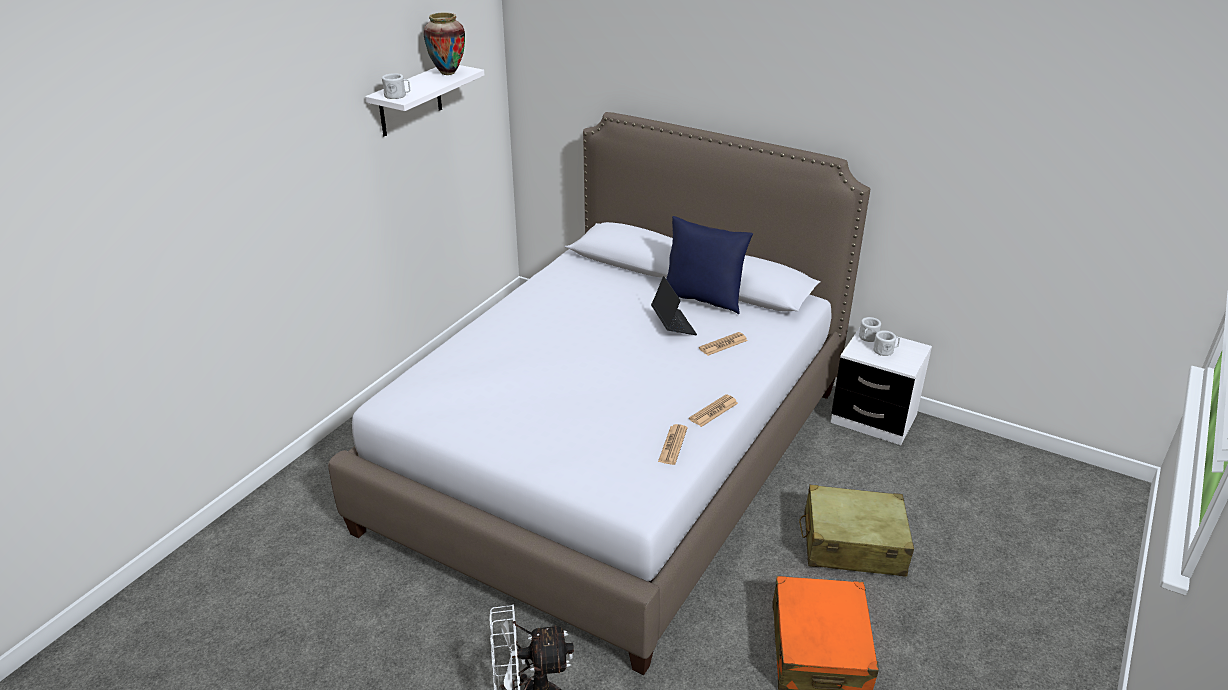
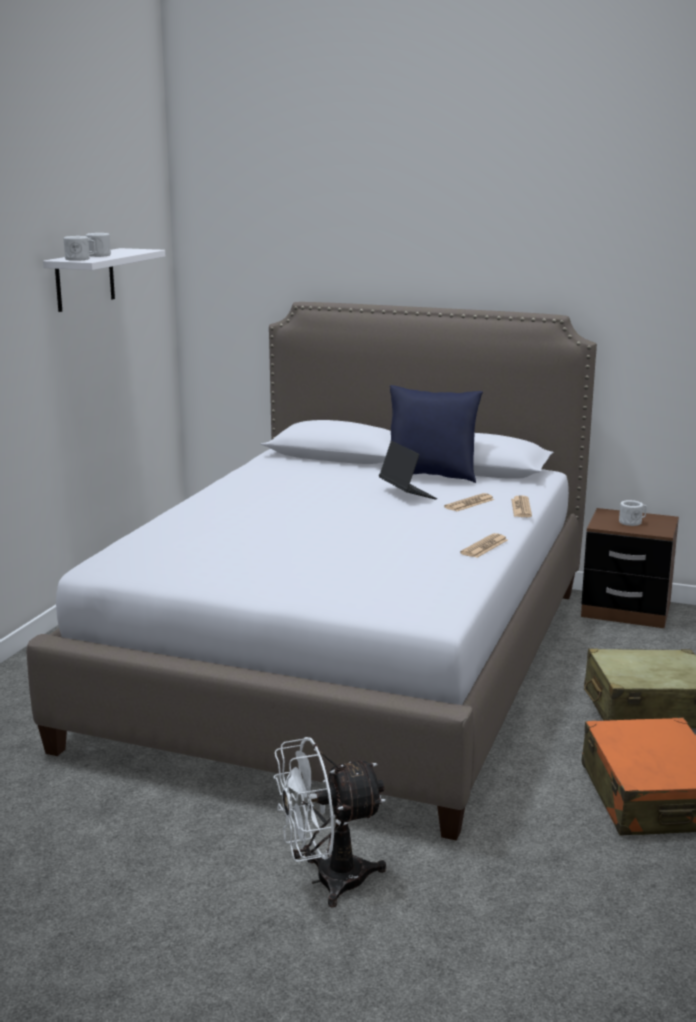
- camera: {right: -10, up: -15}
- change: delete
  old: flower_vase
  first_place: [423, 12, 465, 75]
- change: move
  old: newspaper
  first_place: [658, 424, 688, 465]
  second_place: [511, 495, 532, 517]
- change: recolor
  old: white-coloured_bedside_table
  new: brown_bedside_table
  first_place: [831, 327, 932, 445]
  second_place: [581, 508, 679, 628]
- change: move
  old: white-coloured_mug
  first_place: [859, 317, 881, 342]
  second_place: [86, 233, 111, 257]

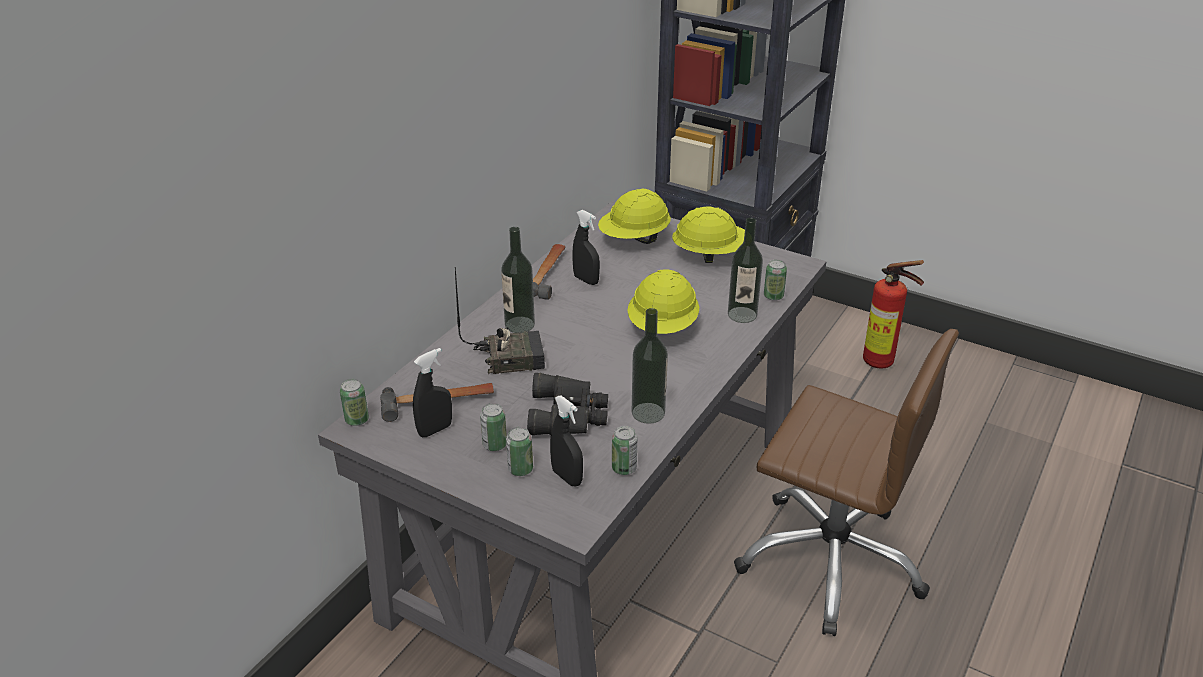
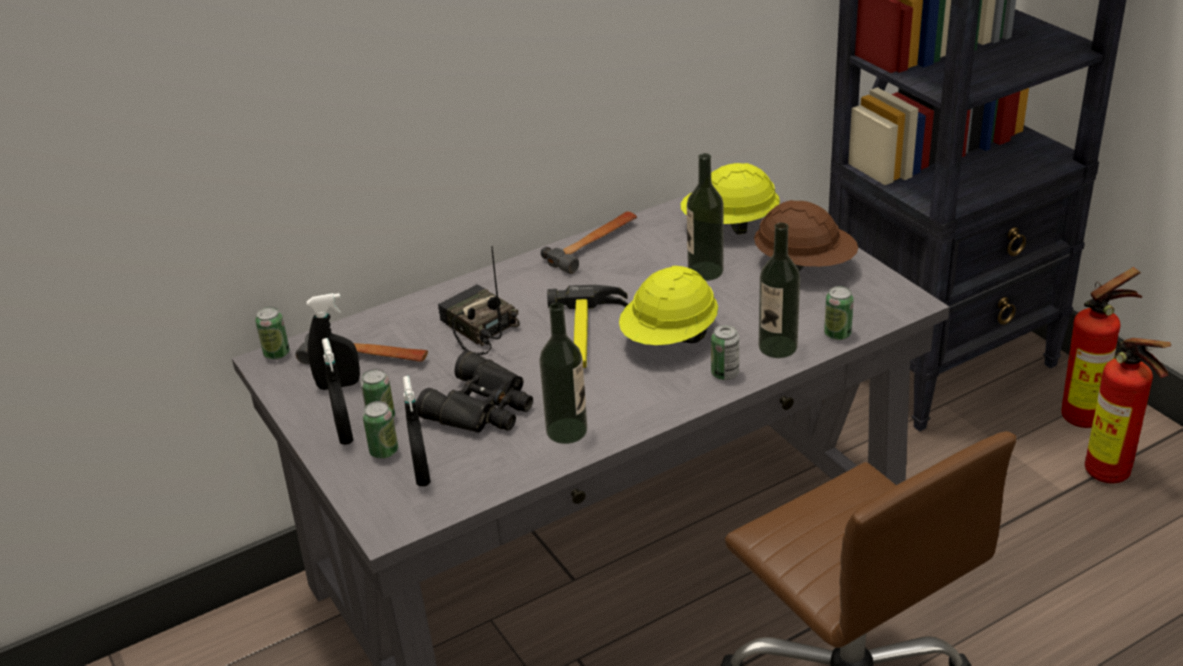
- camera: {right: 30, up: 0}
- change: rotate
  old: radio_set
  first_place: [455, 267, 545, 374]
  second_place: [438, 246, 520, 355]
  degrees: -150
- change: move
  old: drink_bottle
  first_place: [501, 227, 535, 333]
  second_place: [687, 153, 723, 281]
- change: move
  old: black_spray_bottle
  first_place: [572, 210, 600, 285]
  second_place: [322, 338, 353, 445]
- change: move
  old: can
  first_place: [612, 426, 638, 475]
  second_place: [711, 325, 739, 380]
- change: recolor
  old: yellow-coloured_hard_hat
  new: brown_hard_hat
  first_place: [672, 206, 745, 263]
  second_place: [754, 200, 858, 271]
- change: insert
  new: hammer
  second_place: [547, 285, 628, 368]
- change: insert
  new: extinguisher
  second_place: [1061, 267, 1142, 428]

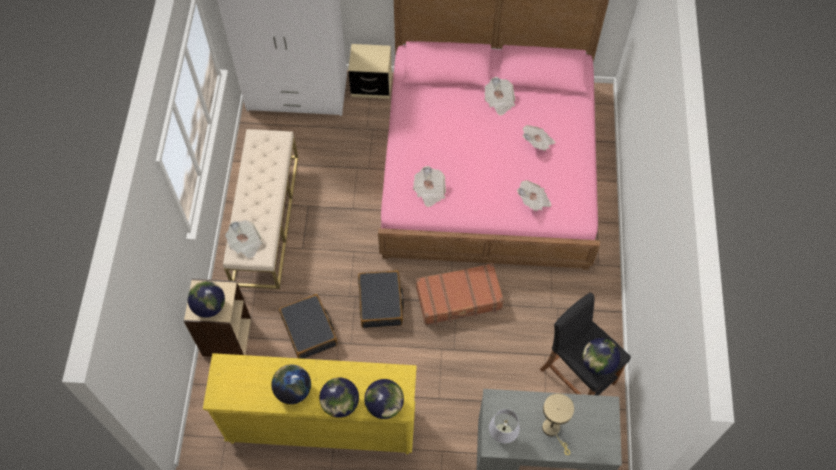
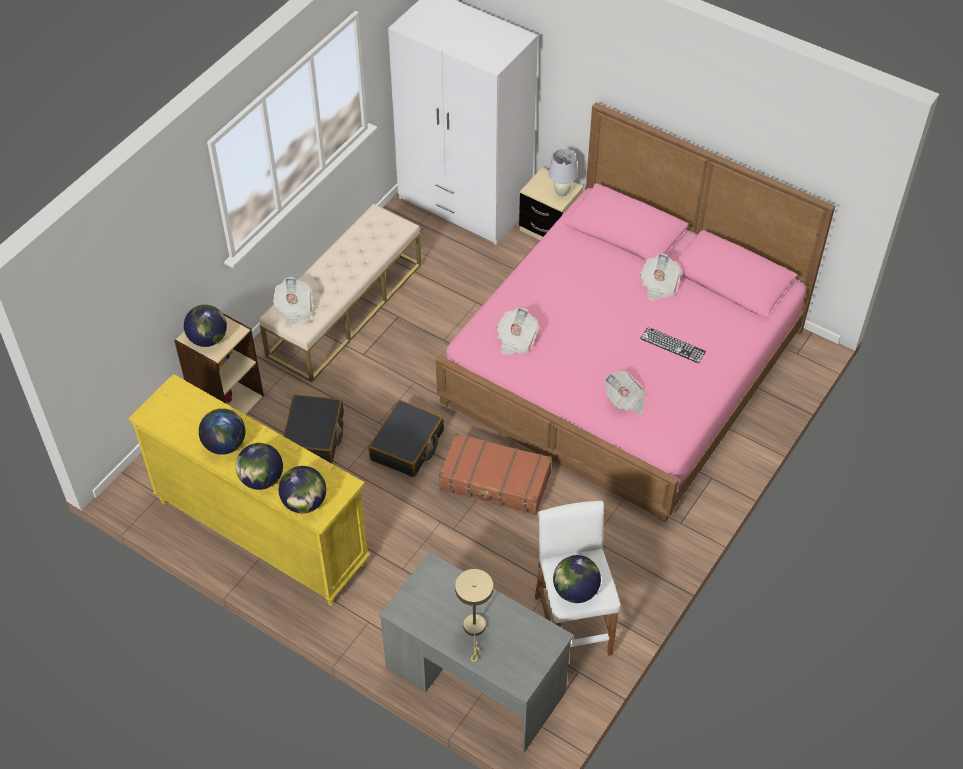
- camera: {right: 30, up: -10}
- change: move
  old: white-coloured_table_lamp
  first_place: [489, 409, 520, 443]
  second_place: [548, 149, 578, 197]
- change: replace
  old: newspaper
  new: PC_keyboard
  first_place: [522, 125, 555, 151]
  second_place: [640, 327, 706, 363]
- change: recolor
  old: black_stool
  new: white-coloured_stool
  first_place: [540, 292, 631, 395]
  second_place: [535, 501, 620, 656]

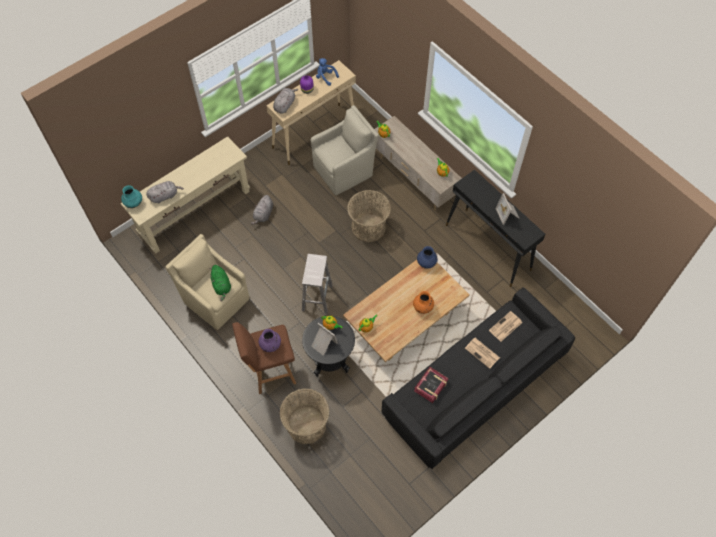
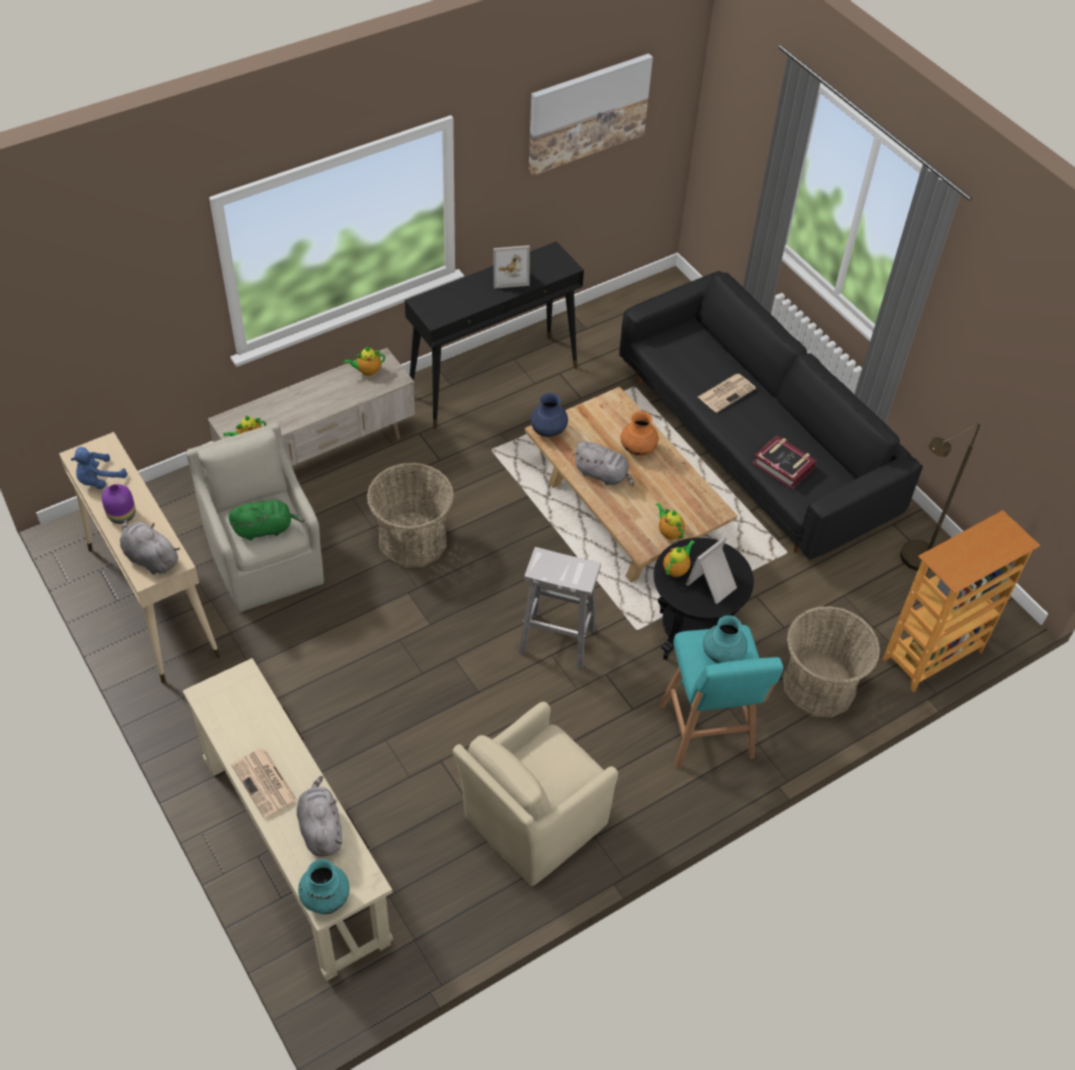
- camera: {right: -85, up: -10}
- change: move
  old: green_soft_toy
  first_place: [209, 265, 231, 301]
  second_place: [229, 500, 305, 540]
- change: recolor
  old: brown_stool
  new: turquoise-coloured_stool
  first_place: [232, 322, 296, 394]
  second_place: [659, 625, 783, 768]
- change: move
  old: grey_soft_toy
  first_place: [251, 195, 273, 224]
  second_place: [573, 441, 634, 486]
- change: recolor
  old: purple_flower_vase
  new: turquoise-coloured_flower_vase
  first_place: [259, 329, 281, 352]
  second_place: [703, 615, 748, 663]
- change: move
  old: newspaper
  first_place: [489, 311, 522, 342]
  second_place: [231, 748, 298, 819]
- change: insert
  new: wall_art
  second_place: [528, 53, 653, 176]
- change: insert
  new: bookcase
  second_place: [883, 510, 1040, 692]
- change: insert
  new: brown_standing_lamp
  second_place: [900, 423, 980, 571]

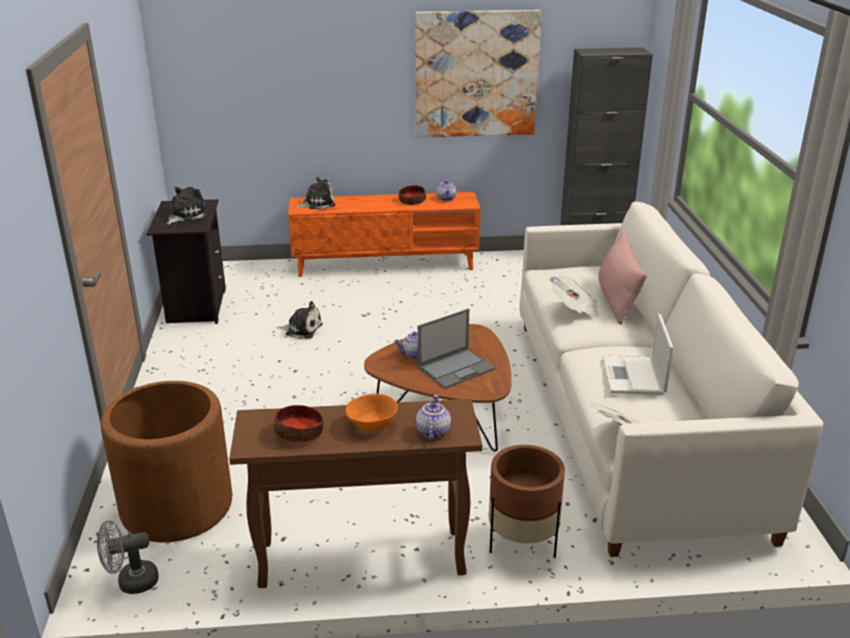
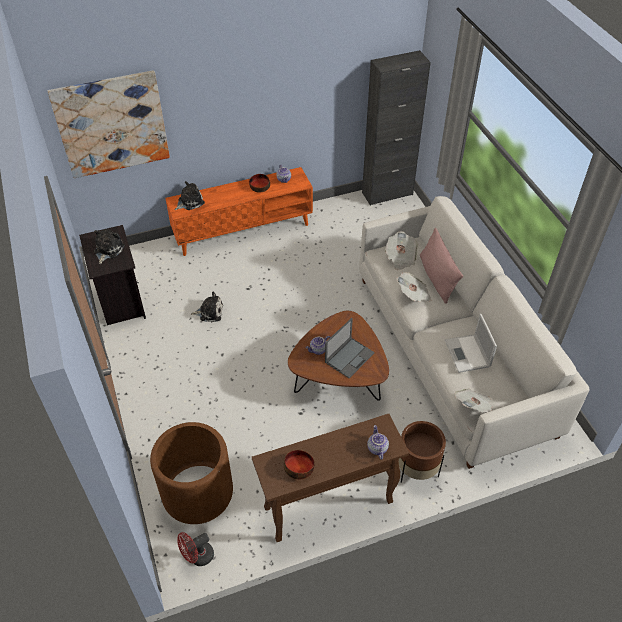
- camera: {right: -15, up: 20}
- change: recolor
  old: grey_electric_fan
  new: red-coloured_electric_fan
  first_place: [97, 520, 159, 594]
  second_place: [178, 532, 214, 566]
- change: delete
  old: orange_deep_dish
  first_place: [346, 394, 398, 432]
- change: move
  old: wall_art
  first_place: [415, 10, 542, 137]
  second_place: [47, 70, 170, 178]
- change: insert
  new: newspaper
  second_place: [385, 231, 418, 270]

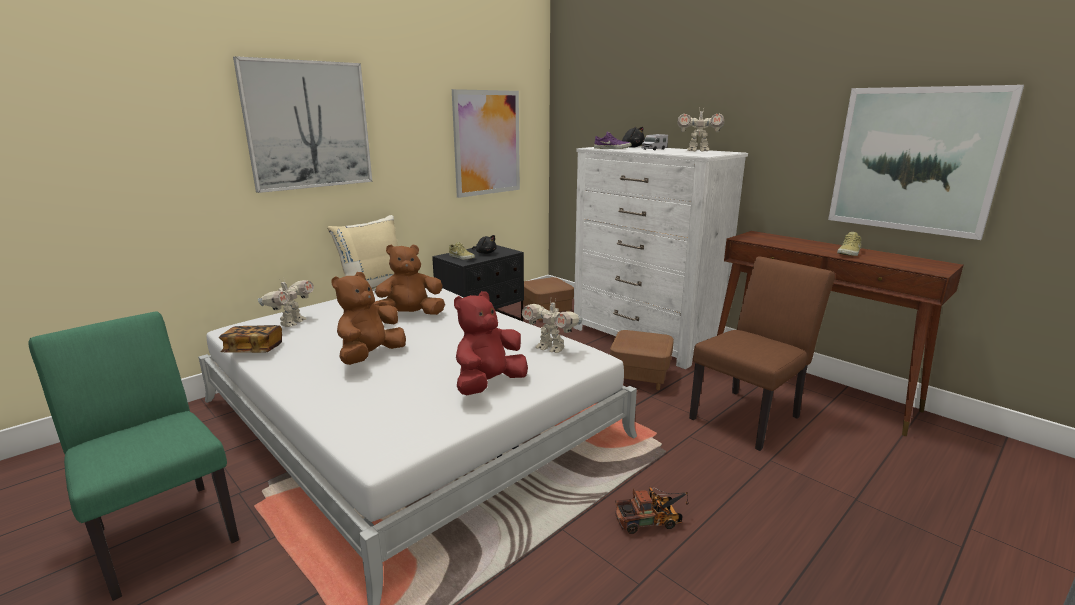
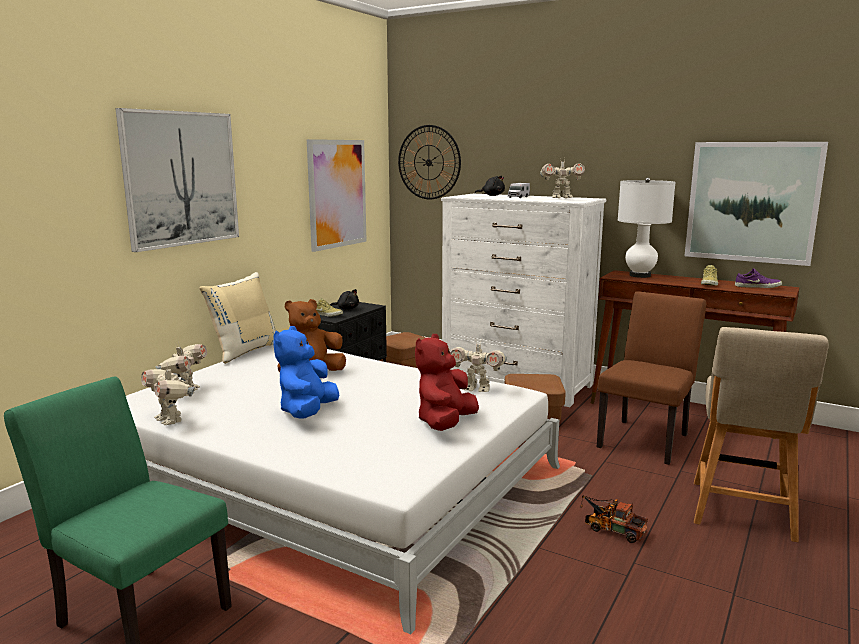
- camera: {right: -15, up: -5}
- change: replace
  old: volume
  new: toy_robot
  first_place: [219, 325, 282, 353]
  second_place: [141, 365, 195, 425]
- change: recolor
  old: brown_soft_toy
  new: blue-coloured_soft_toy
  first_place: [331, 272, 406, 365]
  second_place: [274, 326, 339, 419]
- change: move
  old: purple_low_shoe
  first_place: [594, 132, 632, 149]
  second_place: [735, 268, 782, 288]
- change: rotate
  old: model_truck
  first_place: [615, 487, 689, 534]
  second_place: [580, 495, 648, 543]
  degrees: -120
- change: insert
  new: clock_on_the_wall
  second_place: [398, 125, 461, 199]
- change: insert
  new: white-coloured_table_lamp
  second_place: [618, 178, 676, 278]
- change: insert
  new: beige-coloured_plain_chair
  second_place: [694, 327, 829, 542]

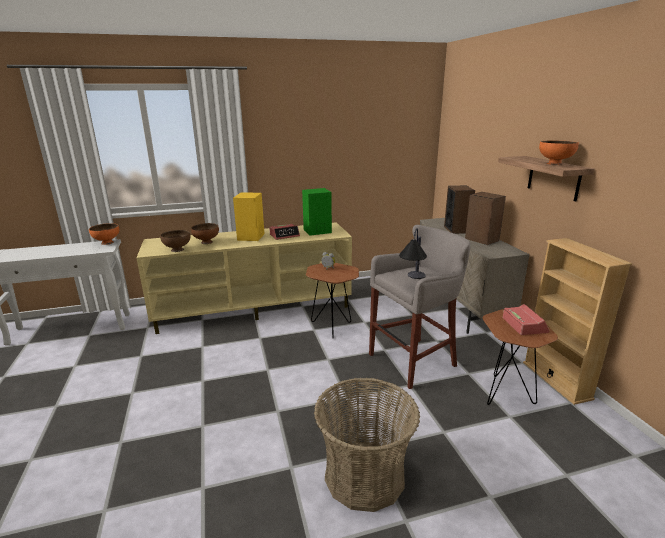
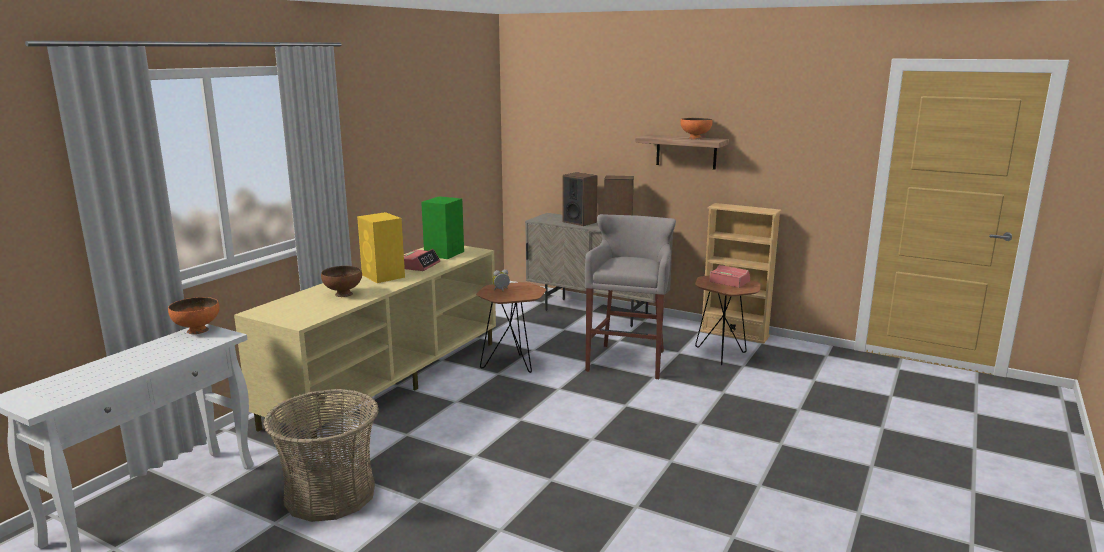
- camera: {right: -45, up: -5}
- change: delete
  old: brown_deep_dish
  first_place: [160, 230, 191, 252]
- change: move
  old: basket
  first_place: [314, 378, 420, 512]
  second_place: [263, 389, 379, 522]
- change: delete
  old: table_lamp
  first_place: [399, 228, 427, 279]

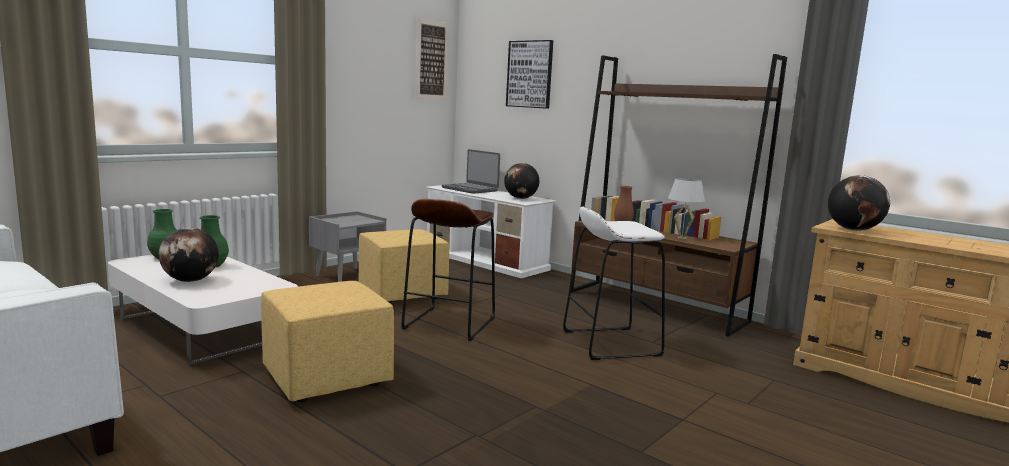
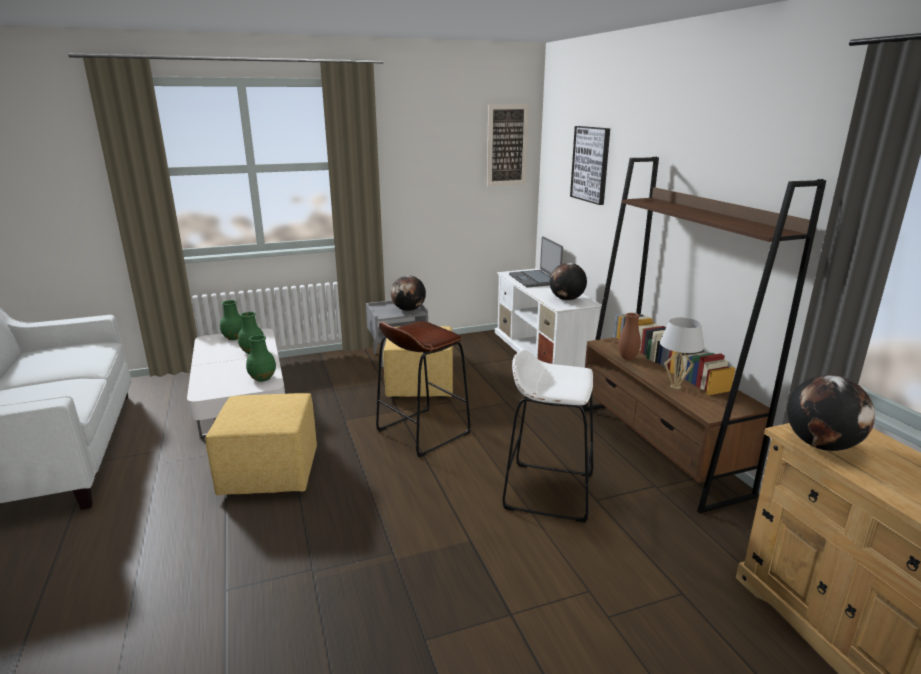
- camera: {right: 30, up: 10}
- change: move
  old: world_globe
  first_place: [159, 227, 219, 282]
  second_place: [391, 275, 426, 311]
- change: insert
  new: green_flower_vase
  second_place: [246, 335, 276, 382]

